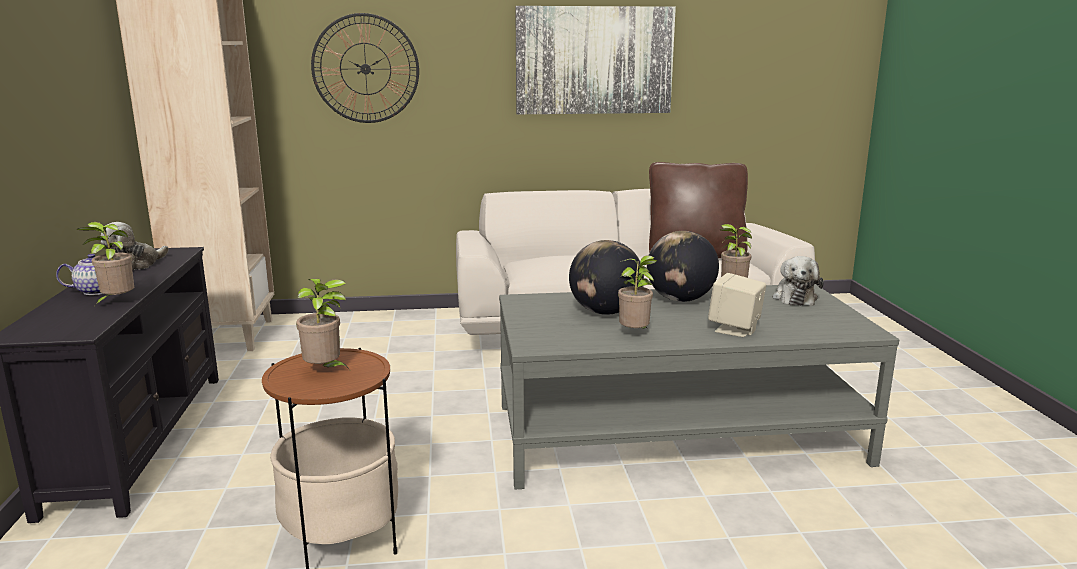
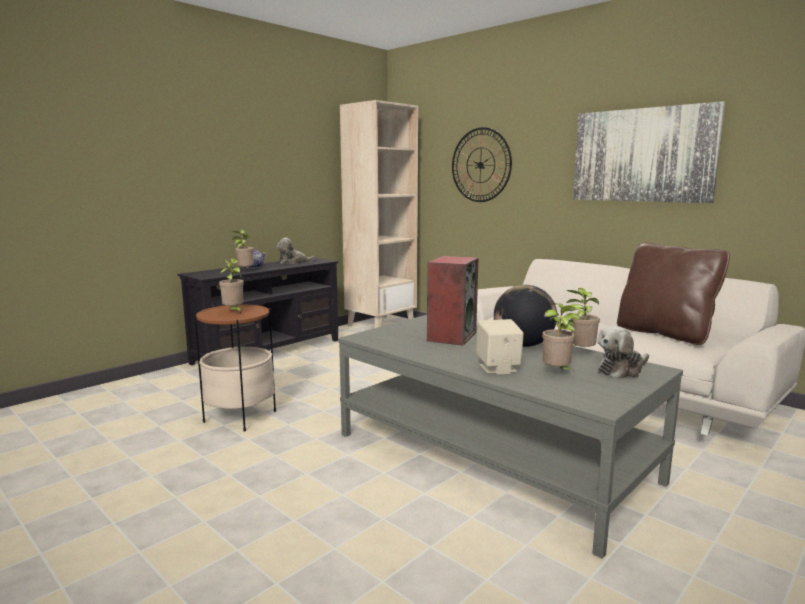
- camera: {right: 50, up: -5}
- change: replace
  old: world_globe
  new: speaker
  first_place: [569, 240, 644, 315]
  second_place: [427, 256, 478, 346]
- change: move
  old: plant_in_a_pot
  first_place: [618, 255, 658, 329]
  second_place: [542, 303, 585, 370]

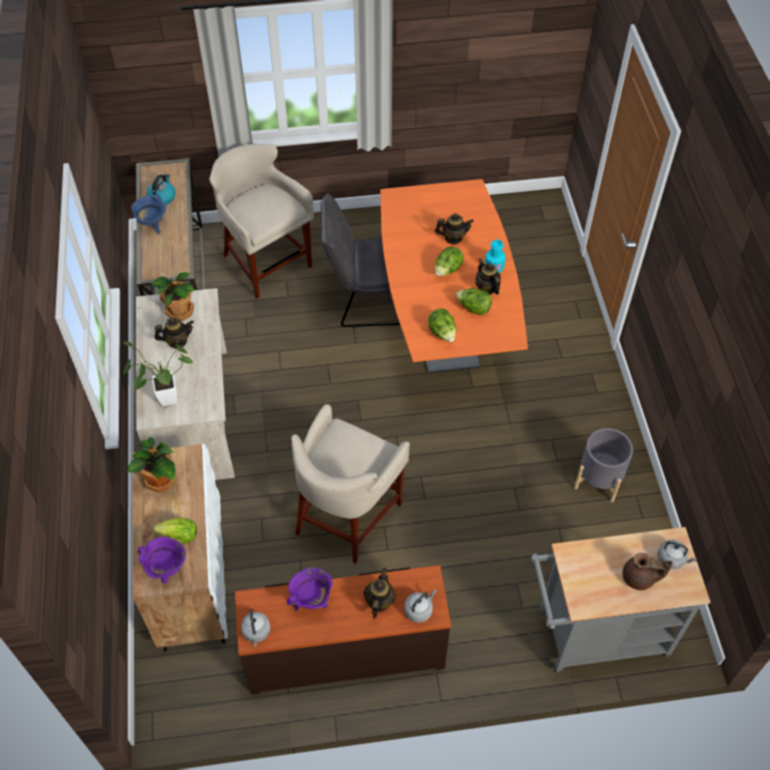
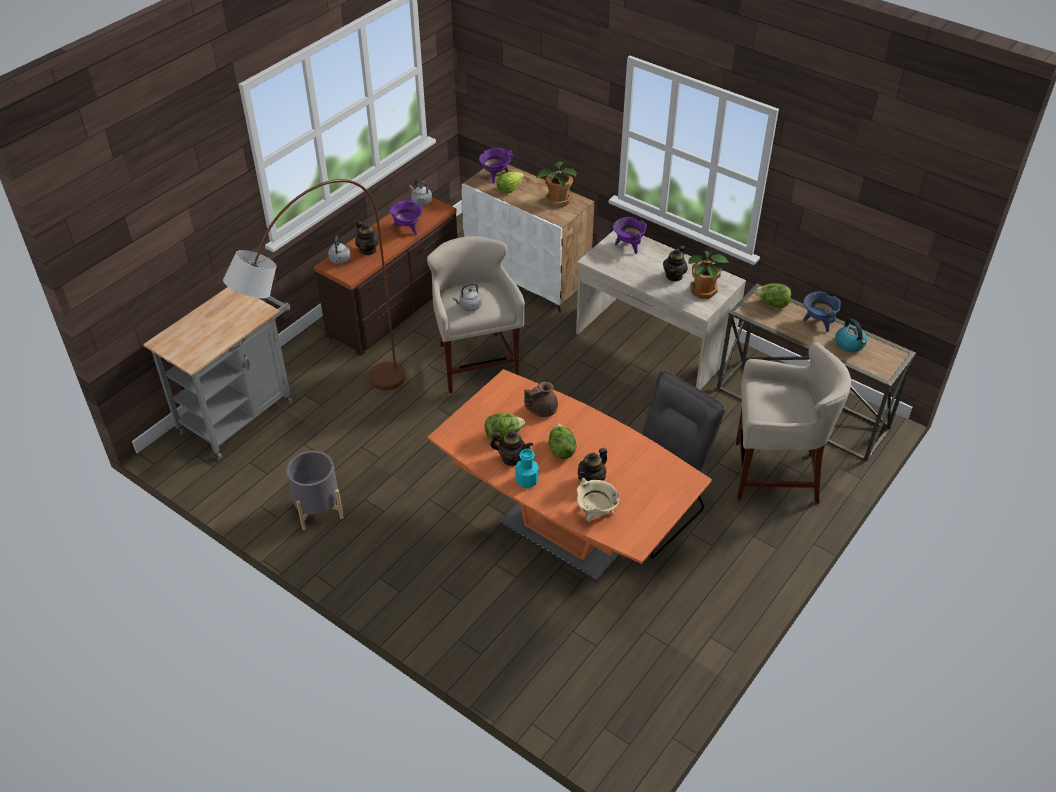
- camera: {right: 135, up: -10}
- change: replace
  old: plant_in_a_pot
  new: purple_cooking_pot
  first_place: [123, 341, 193, 406]
  second_place: [613, 217, 647, 254]
- change: move
  old: head_of_lettuce
  first_place: [428, 308, 456, 342]
  second_place: [754, 283, 791, 308]
- change: move
  old: brown_tea_pot
  first_place: [622, 553, 673, 590]
  second_place: [524, 381, 558, 417]
- change: move
  old: grey_water_kettle
  first_place: [658, 539, 697, 570]
  second_place: [453, 283, 482, 311]
- change: insert
  new: brown_standing_lamp
  second_place: [223, 179, 405, 390]
- change: insert
  new: beige-coloured_cooking_pot
  second_place: [577, 478, 620, 522]

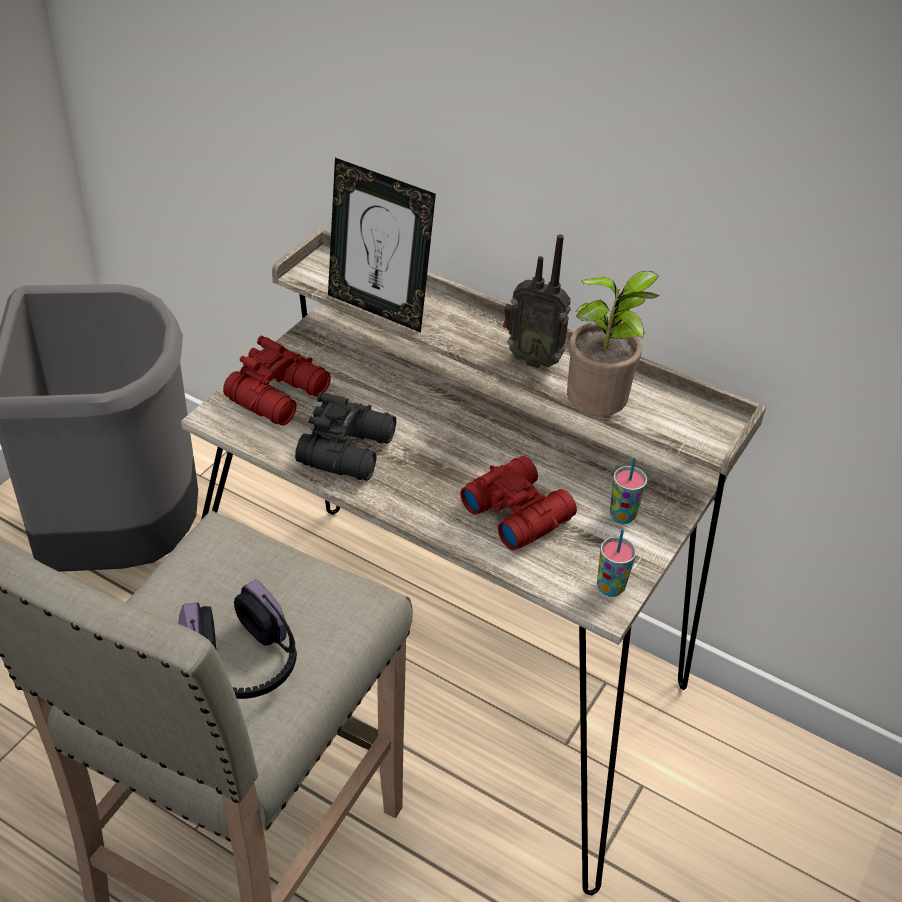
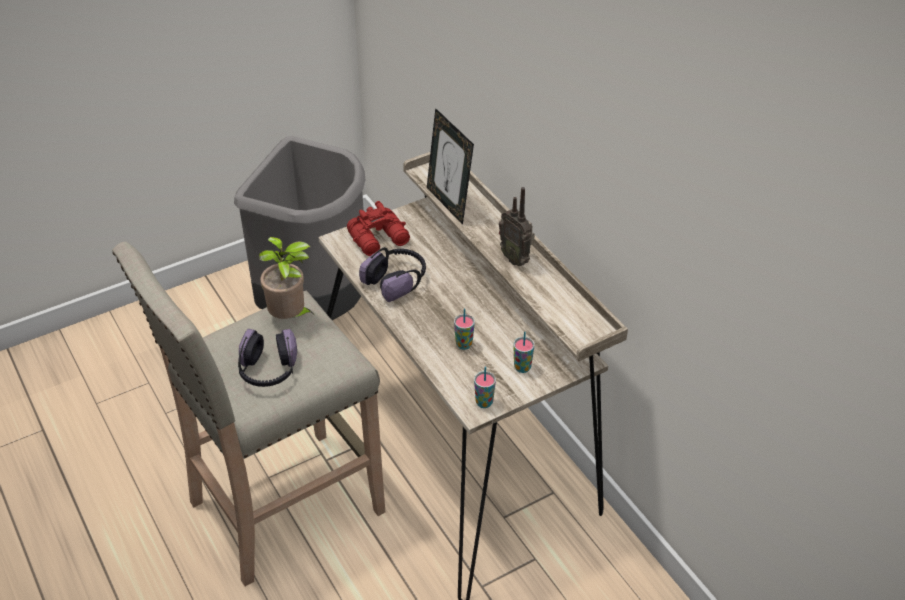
- camera: {right: 30, up: 0}
- change: replace
  old: black_binoculars
  new: headset
  first_place: [295, 392, 396, 480]
  second_place: [359, 247, 426, 302]
- change: replace
  old: red-coloured_binoculars
  new: small_cup
  first_place: [460, 456, 577, 550]
  second_place: [454, 309, 475, 350]
- change: move
  old: plant_in_a_pot
  first_place: [567, 271, 660, 416]
  second_place: [259, 237, 313, 319]

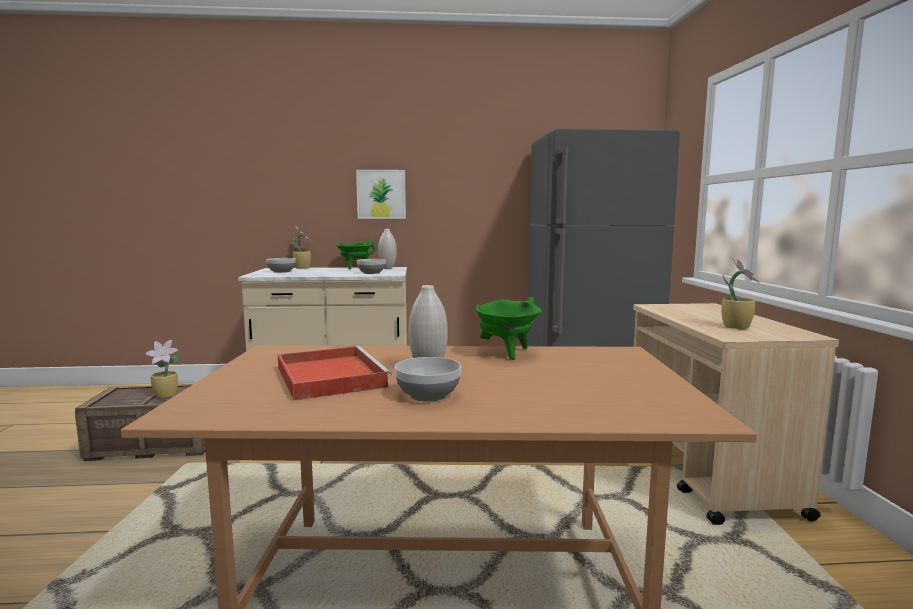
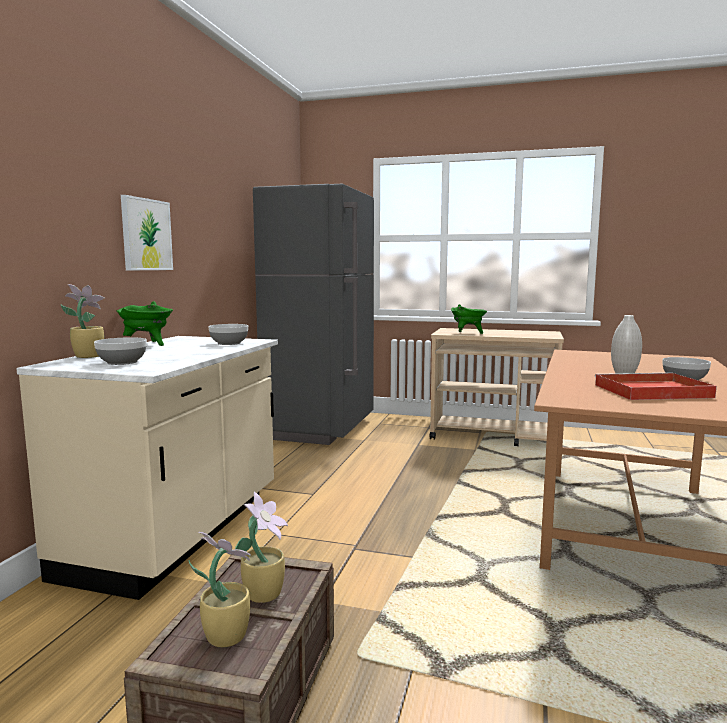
- camera: {right: -70, up: 0}
- change: delete
  old: white-coloured_flower_vase
  first_place: [378, 229, 397, 269]
- change: move
  old: green_cooking_pot
  first_place: [475, 297, 542, 360]
  second_place: [451, 304, 487, 334]
- change: move
  old: plant_in_a_pot
  first_place: [721, 257, 760, 329]
  second_place: [188, 532, 251, 647]

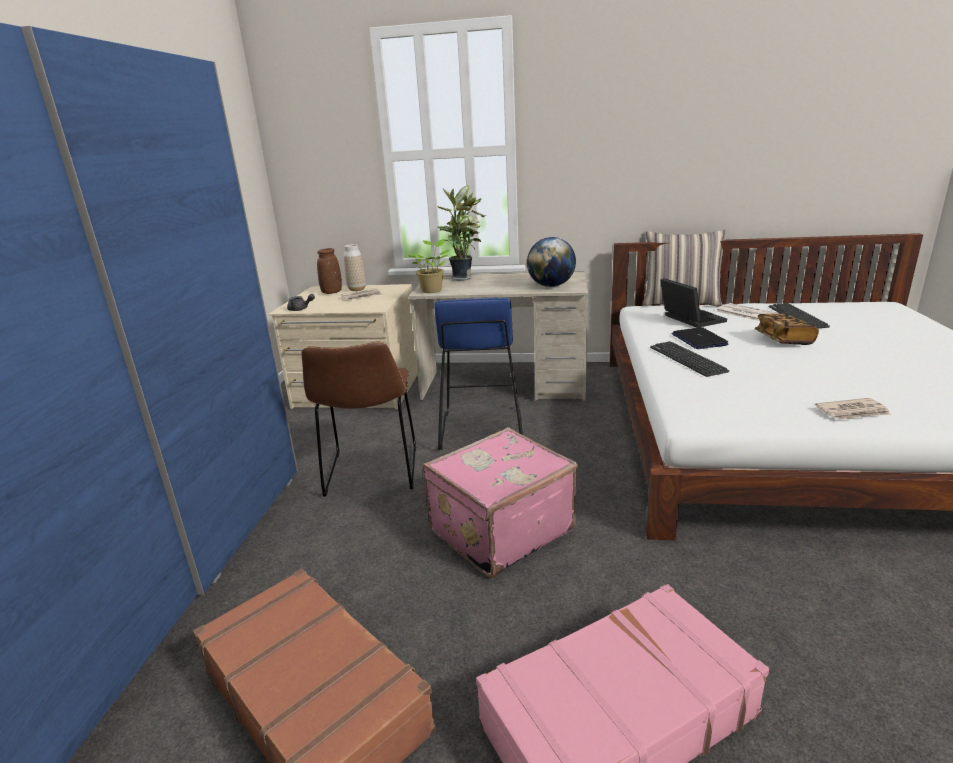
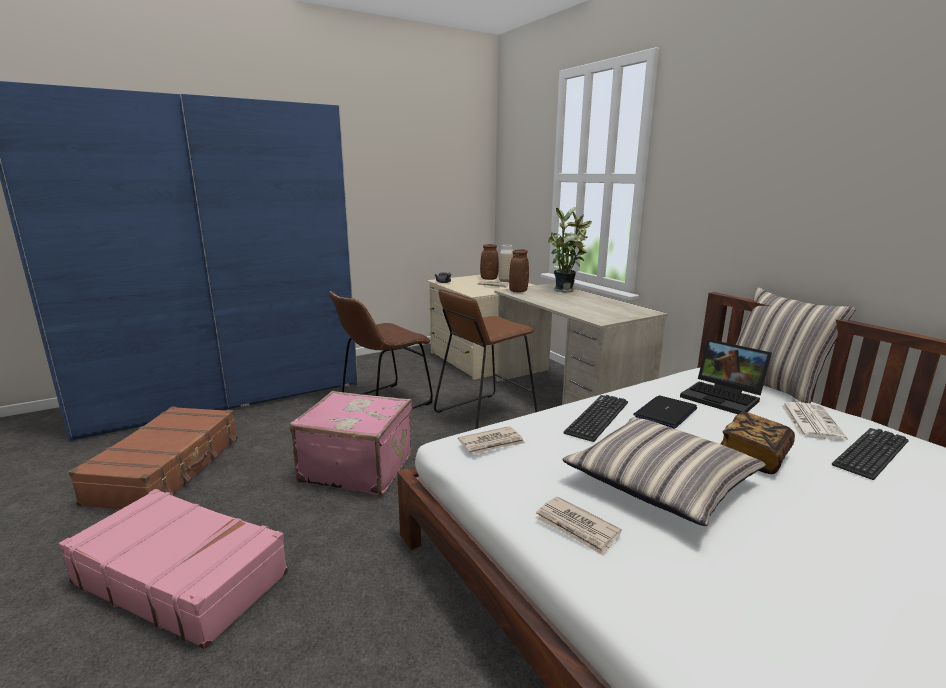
- camera: {right: 50, up: -5}
- change: replace
  old: plant_in_a_pot
  new: brown_flower_vase
  first_place: [410, 239, 450, 293]
  second_place: [509, 249, 529, 293]
- change: recolor
  old: blue-coloured_stool
  new: brown_stool
  first_place: [434, 297, 523, 450]
  second_place: [434, 289, 537, 429]
- change: delete
  old: world_globe
  first_place: [527, 237, 576, 287]
- change: rotate
  old: notebook_computer
  first_place: [660, 278, 727, 328]
  second_place: [680, 339, 772, 414]
  degrees: 105
- change: insert
  new: newspaper
  second_place: [458, 426, 525, 455]
- change: insert
  new: throw_pillow
  second_place: [562, 417, 766, 526]

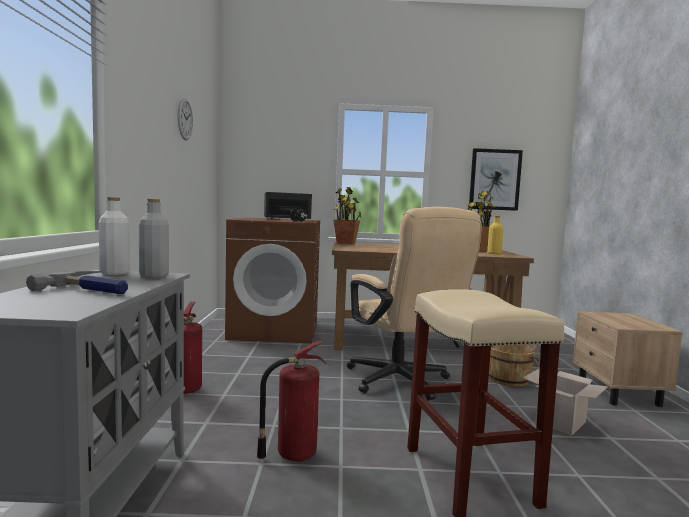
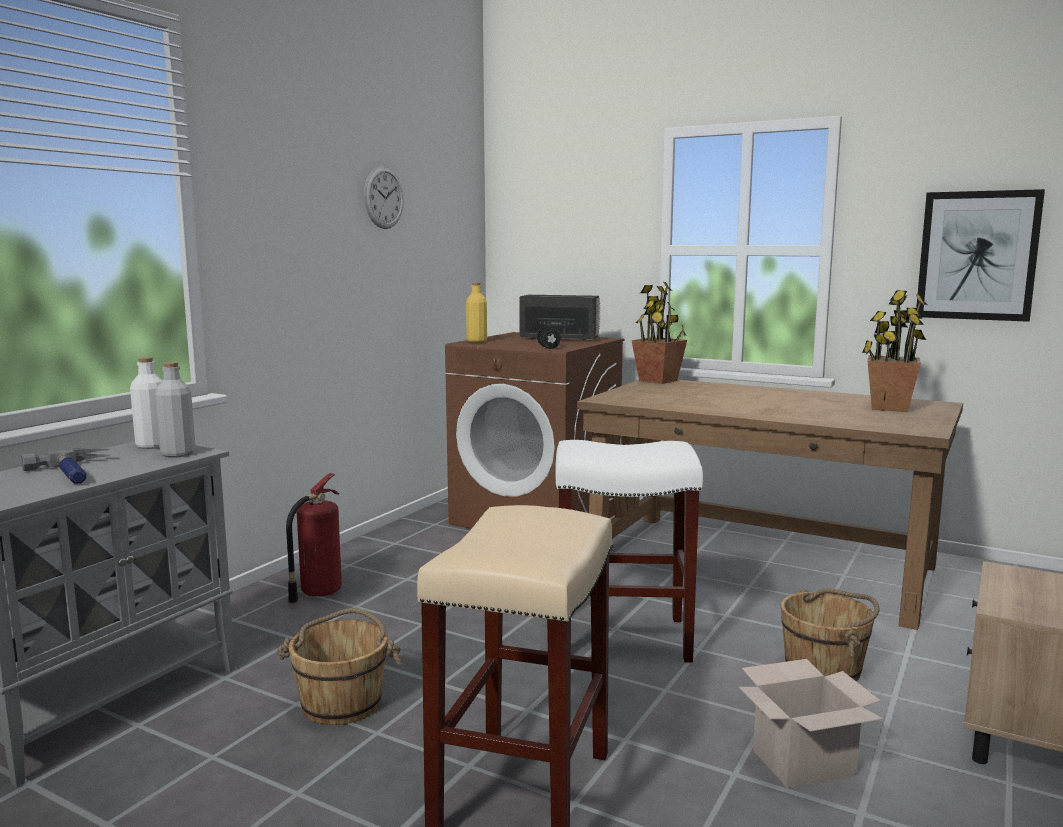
- camera: {right: 30, up: 5}
- change: replace
  old: extinguisher
  new: brown_bucket
  first_place: [257, 341, 326, 462]
  second_place: [277, 608, 402, 725]
- change: replace
  old: beige-coloured_office_chair
  new: white-coloured_stool
  first_place: [347, 207, 482, 401]
  second_place: [555, 440, 703, 663]
- change: move
  old: yellow-coloured_drink_bottle
  first_place: [487, 216, 503, 254]
  second_place: [466, 282, 487, 343]

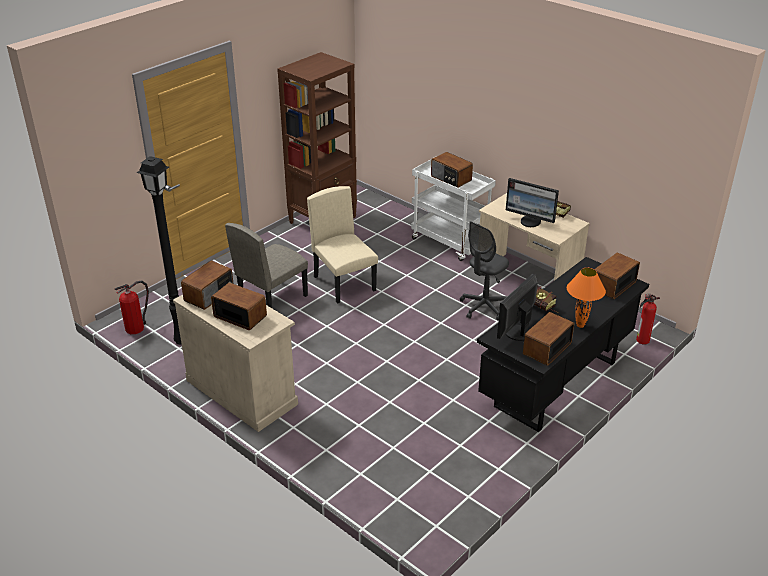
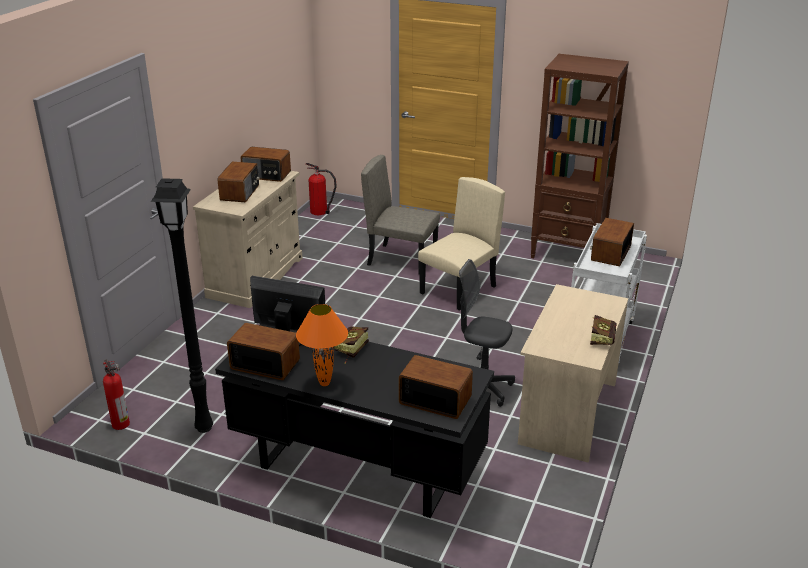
- camera: {right: 70, up: -5}
- change: move
  old: black_standing_lamp
  first_place: [137, 156, 181, 344]
  second_place: [151, 178, 213, 433]
- change: delete
  old: computer_display
  first_place: [506, 178, 559, 227]
- change: move
  old: extinguisher
  first_place: [636, 293, 660, 344]
  second_place: [103, 359, 130, 430]

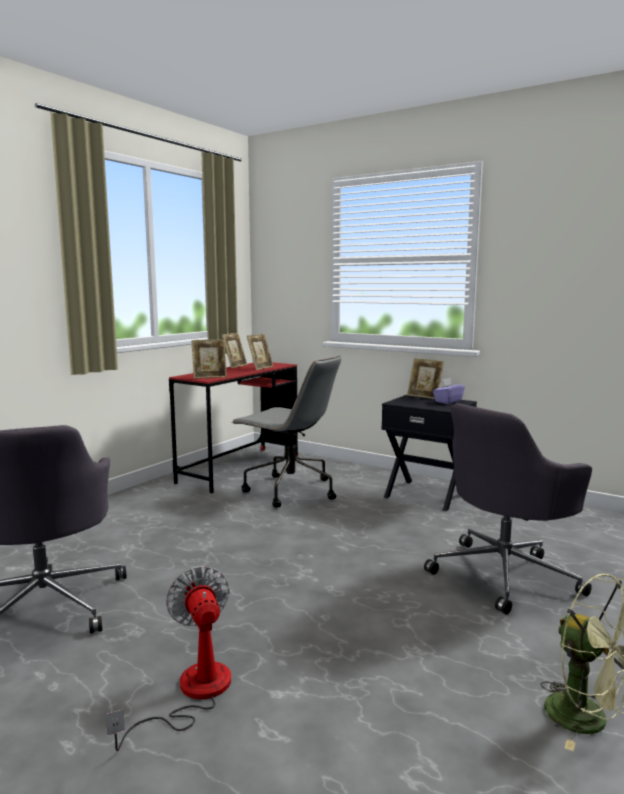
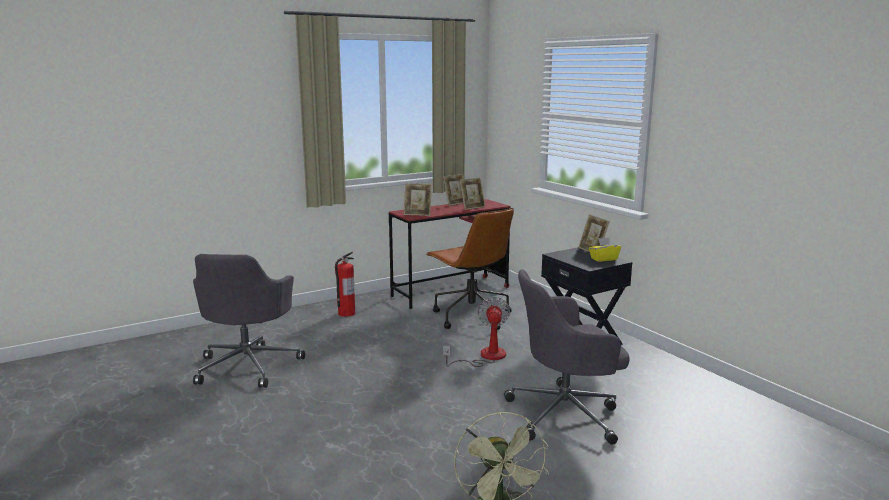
- camera: {right: 25, up: 5}
- change: move
  old: electric_fan
  first_place: [106, 566, 231, 751]
  second_place: [443, 296, 510, 367]
- change: recolor
  old: grey_office_chair
  new: brown_office_chair
  first_place: [231, 355, 341, 508]
  second_place: [426, 208, 514, 330]
- change: recolor
  old: purple_box_of_tissues
  new: yellow-coloured_box_of_tissues
  first_place: [433, 378, 465, 404]
  second_place: [589, 238, 621, 262]
- change: insert
  new: extinguisher
  second_place: [335, 252, 355, 317]

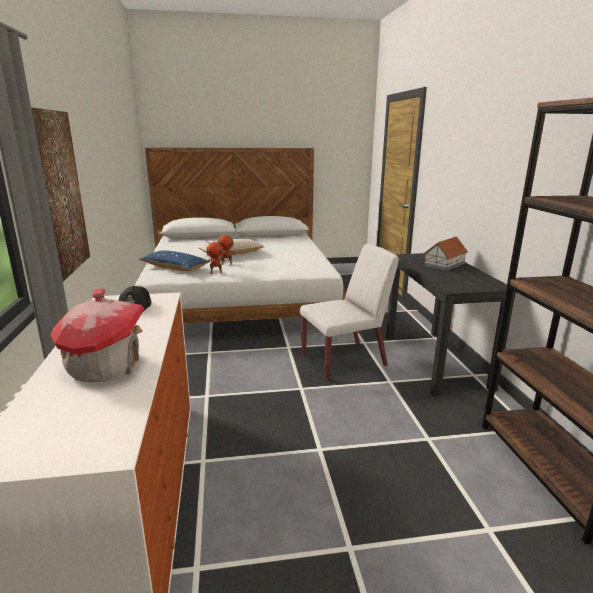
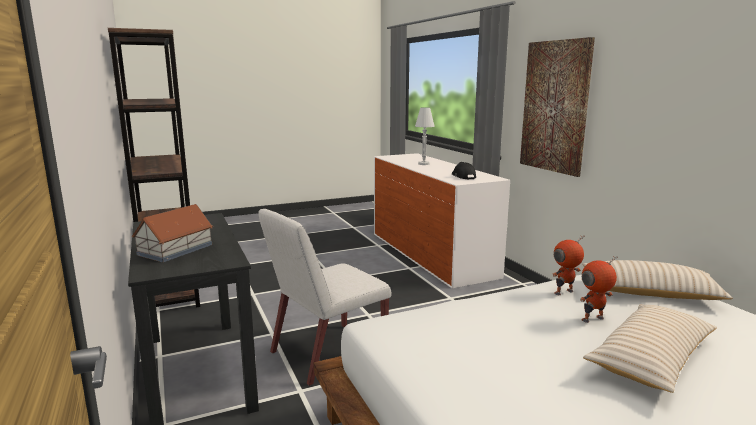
- camera: {right: 165, up: -5}
- change: replace
  old: model_house
  new: white-coloured_table_lamp
  first_place: [50, 289, 144, 382]
  second_place: [415, 107, 435, 165]
- change: recolor
  old: blue-coloured_throw_pillow
  new: beige-coloured_throw_pillow
  first_place: [139, 250, 210, 271]
  second_place: [583, 260, 733, 300]

